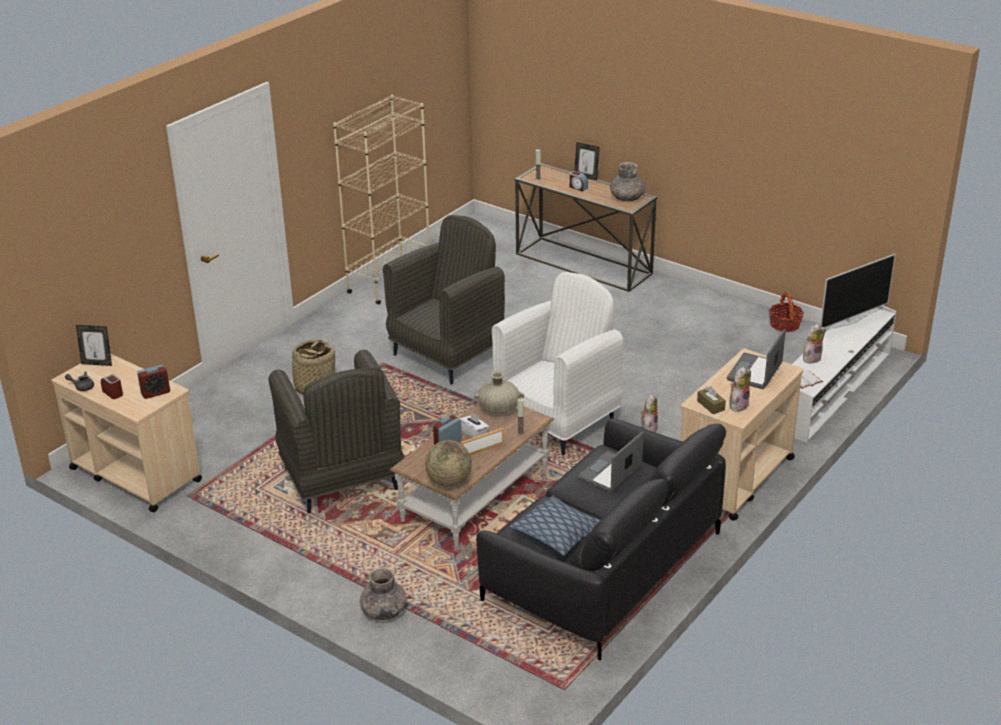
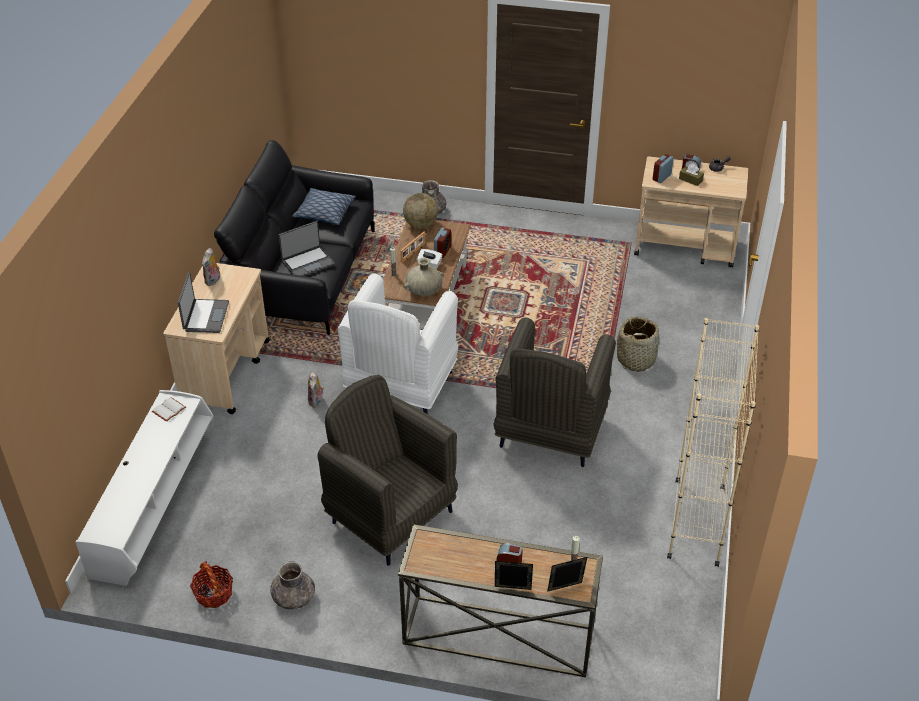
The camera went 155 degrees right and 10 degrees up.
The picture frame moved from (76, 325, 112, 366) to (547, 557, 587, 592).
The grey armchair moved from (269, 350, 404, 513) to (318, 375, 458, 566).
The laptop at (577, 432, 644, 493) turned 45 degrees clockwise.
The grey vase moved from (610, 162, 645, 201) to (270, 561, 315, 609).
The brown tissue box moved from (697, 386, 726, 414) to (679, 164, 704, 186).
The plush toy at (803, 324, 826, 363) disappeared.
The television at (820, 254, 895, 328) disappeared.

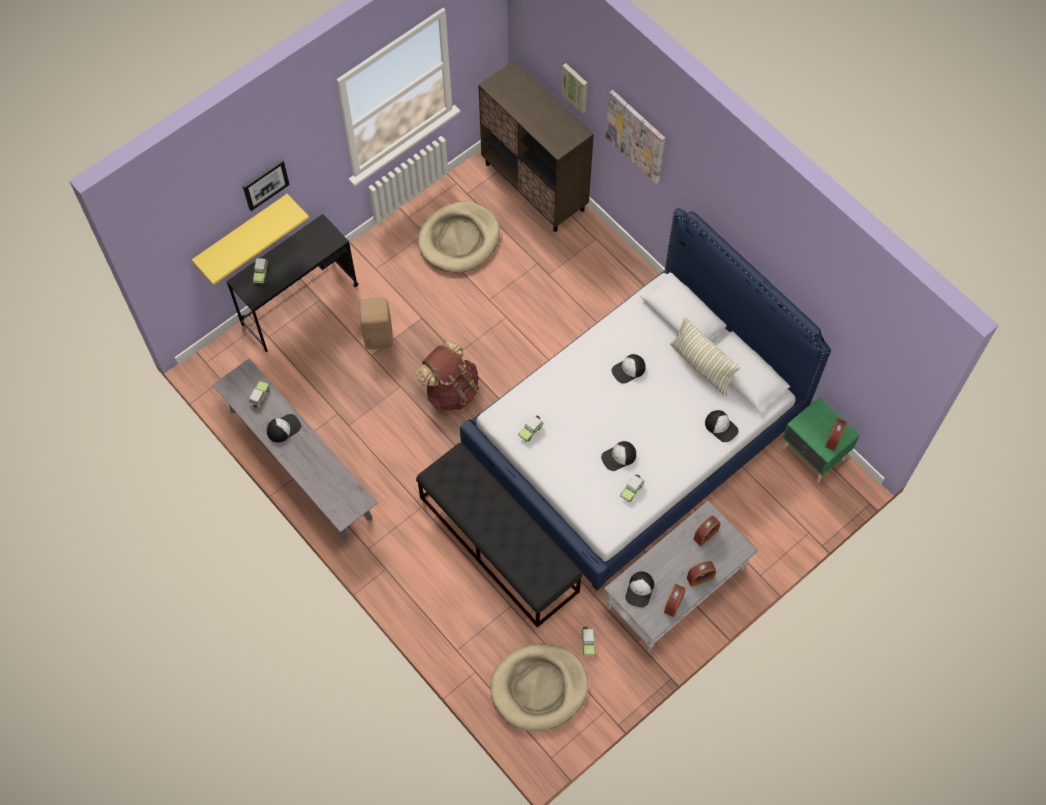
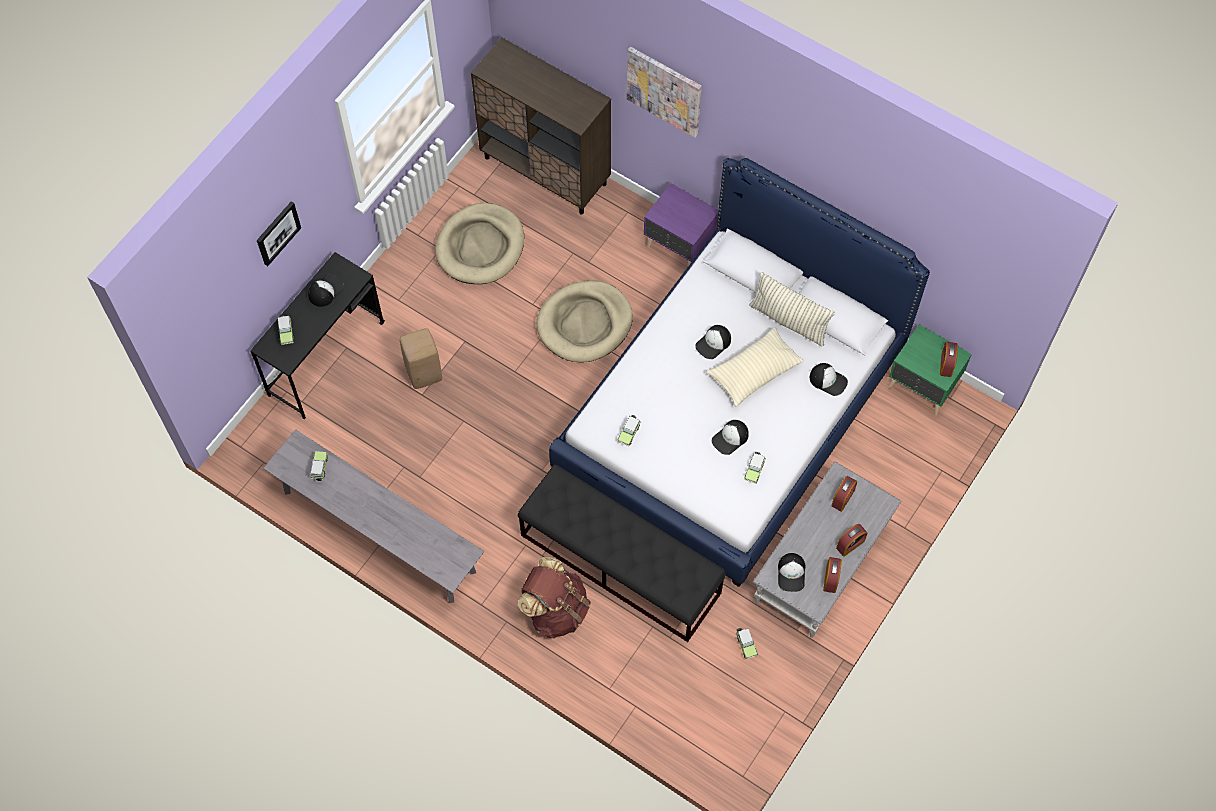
The camera went 15 degrees left and 0 degrees up.
The yellow shelf at (192, 194, 309, 285) disappeared.
The cap moved from (267, 414, 301, 443) to (308, 274, 344, 307).
The brown backpack moved from (416, 341, 479, 411) to (518, 557, 591, 639).
The beige dog bed moved from (490, 644, 588, 731) to (537, 281, 633, 362).
The picture at (561, 63, 587, 114) disappeared.
The purple nightstand at (644, 183, 718, 265) appeared.
The beige pillow at (706, 327, 804, 406) appeared.

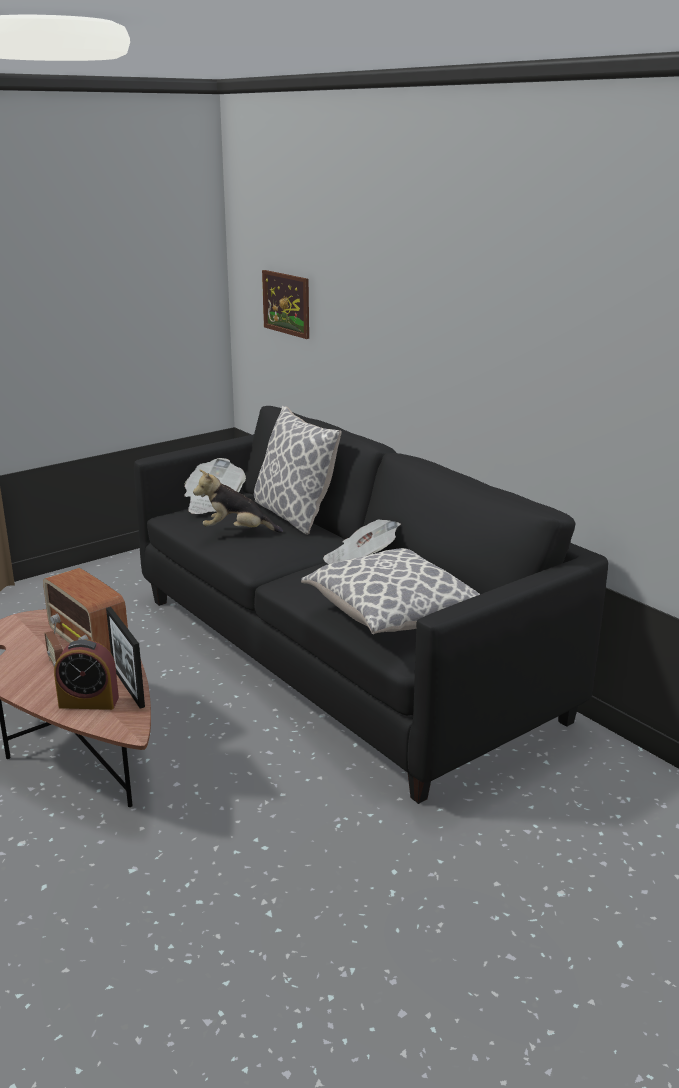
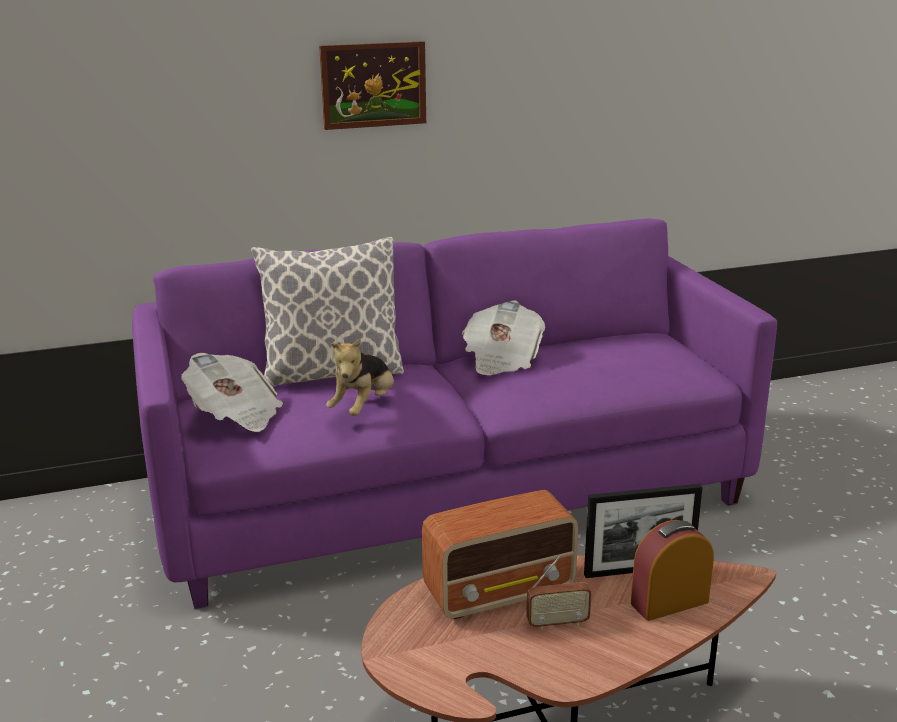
The camera went 70 degrees left and 0 degrees up.
The alarm clock at (54, 640, 119, 710) turned 135 degrees counterclockwise.
The black sofa at (134, 406, 608, 804) became the purple sofa at (132, 219, 777, 609).
The picture moved from (262, 270, 309, 339) to (319, 41, 426, 130).
The pillow at (301, 548, 480, 634) disappeared.

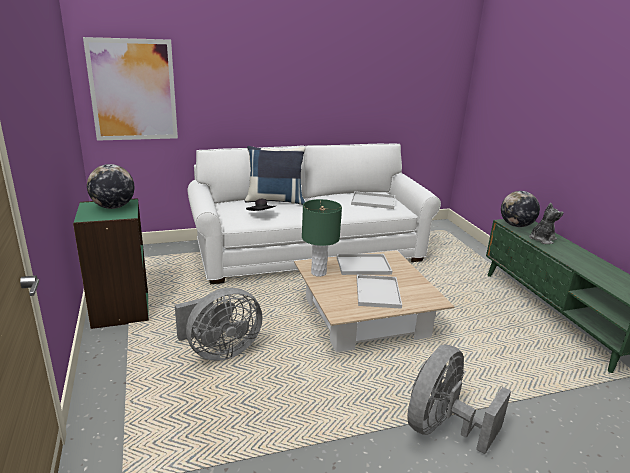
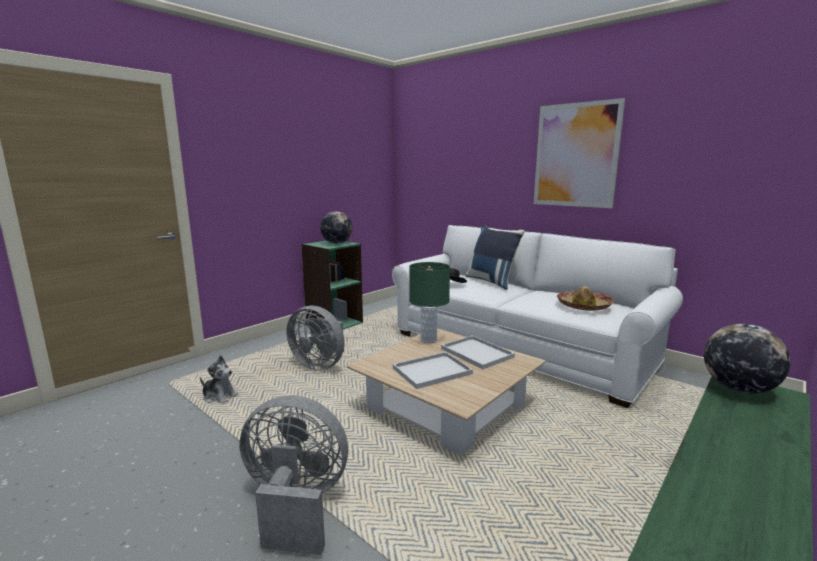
The camera went 60 degrees right and 10 degrees down.
The picture moved from (83, 37, 178, 141) to (534, 98, 625, 208).
The white tray at (351, 191, 395, 209) was replaced by the hat at (557, 286, 614, 311).
The plush toy moved from (529, 203, 564, 244) to (200, 355, 239, 404).

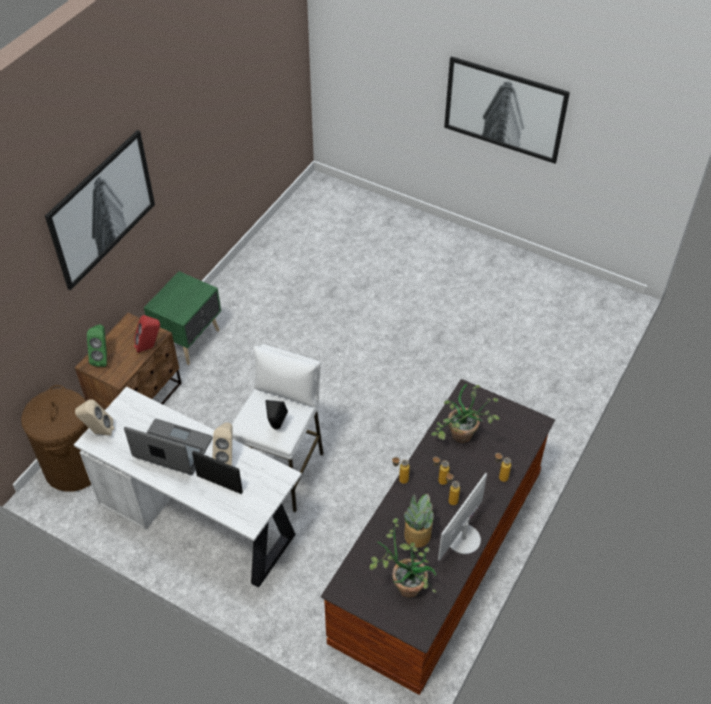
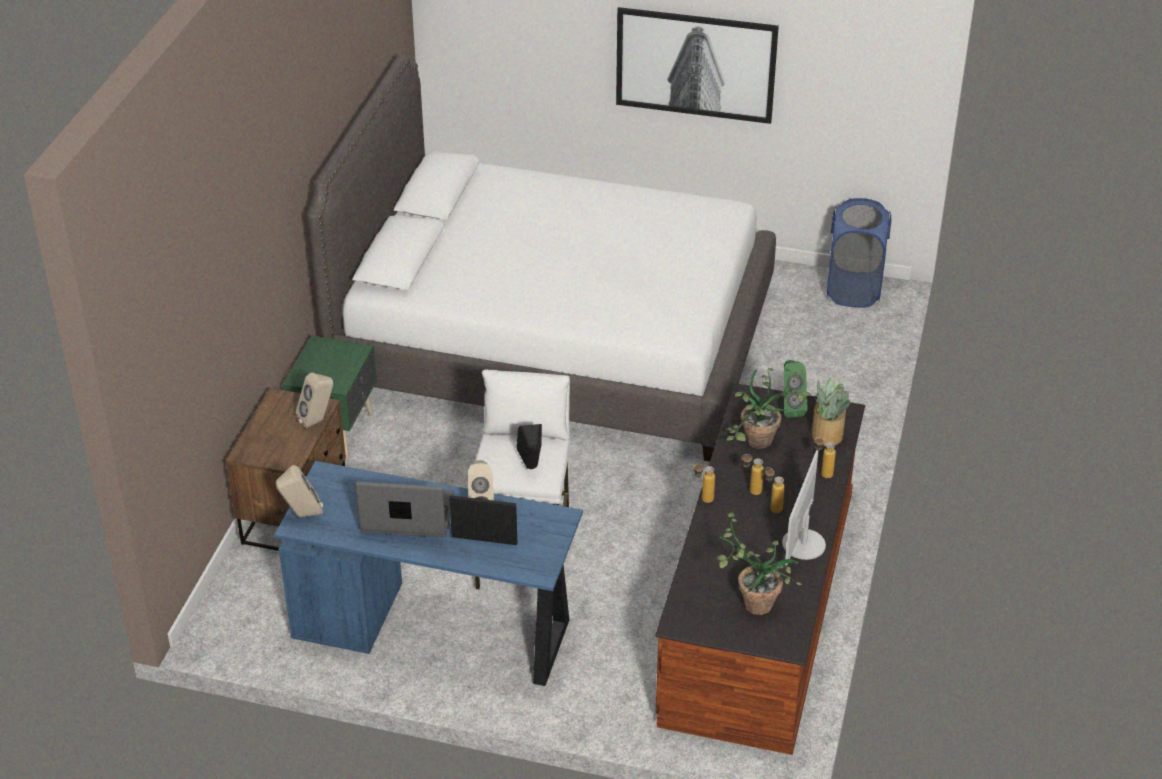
The camera went 15 degrees left and 10 degrees down.
The brown laundry basket at (21, 385, 91, 492) disappeared.
The picture at (45, 130, 155, 291) disappeared.
The white desk at (74, 387, 302, 588) became the blue desk at (274, 461, 583, 686).
The green speaker moved from (87, 325, 107, 367) to (784, 360, 808, 418).
The red speaker at (134, 315, 160, 353) became the beige speaker at (296, 373, 333, 428).
The potted plant moved from (404, 494, 434, 548) to (812, 377, 850, 446).
The white bed at (307, 54, 776, 462) appeared.
The blue laundry basket at (827, 198, 891, 308) appeared.

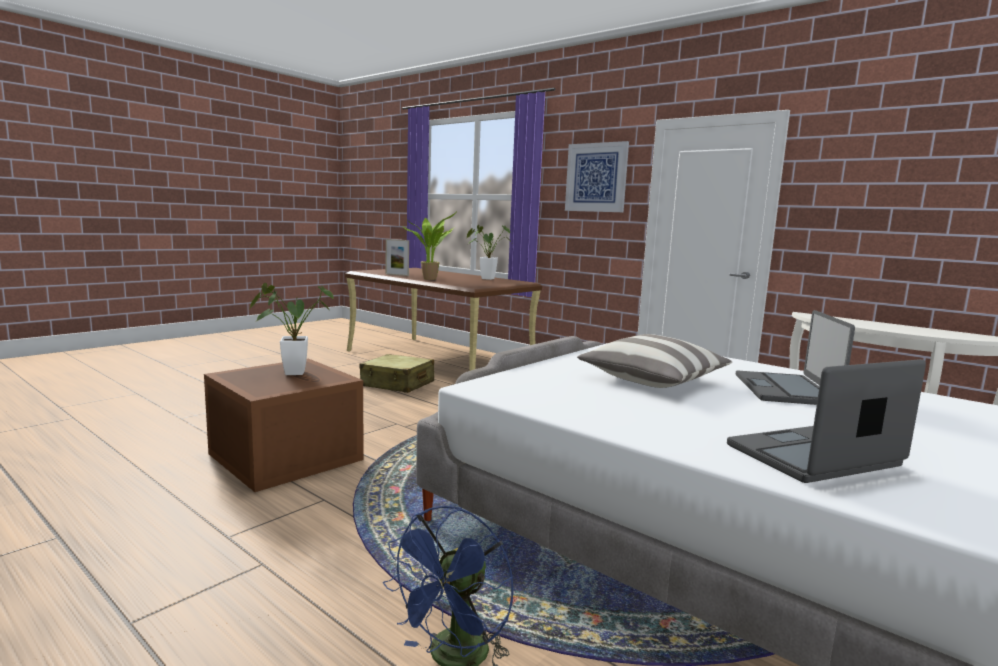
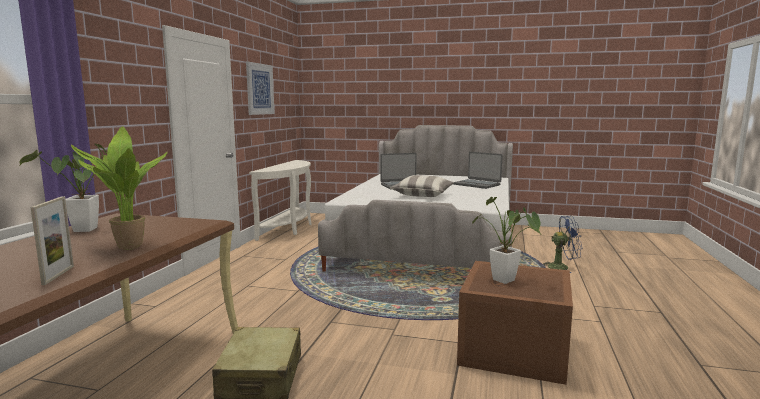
The camera went 115 degrees left and 0 degrees up.
The picture moved from (565, 141, 629, 212) to (246, 62, 275, 115).

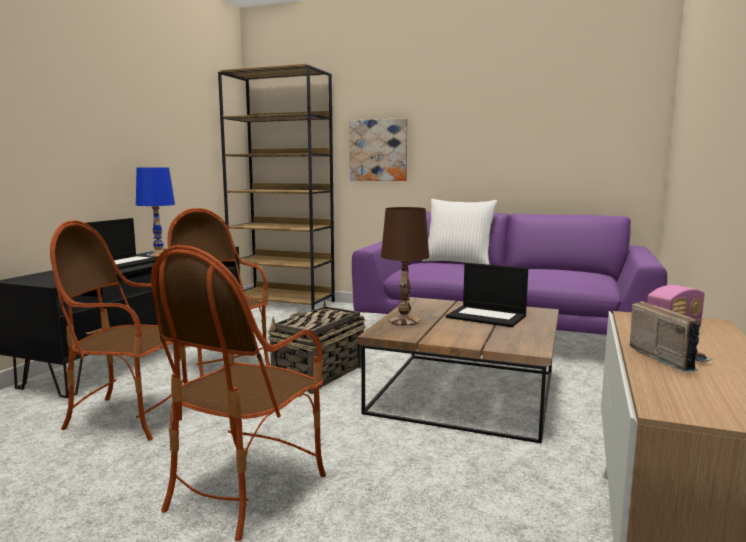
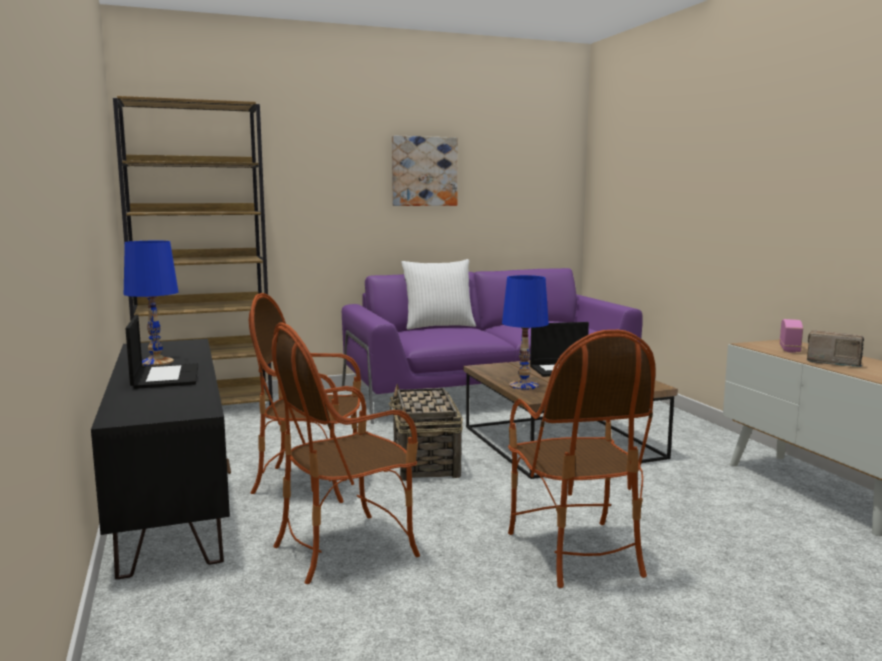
The camera went 40 degrees left and 0 degrees up.
The picture moved from (350, 118, 408, 181) to (392, 136, 458, 206).
The brown table lamp at (381, 207, 429, 326) became the blue table lamp at (502, 275, 549, 390).

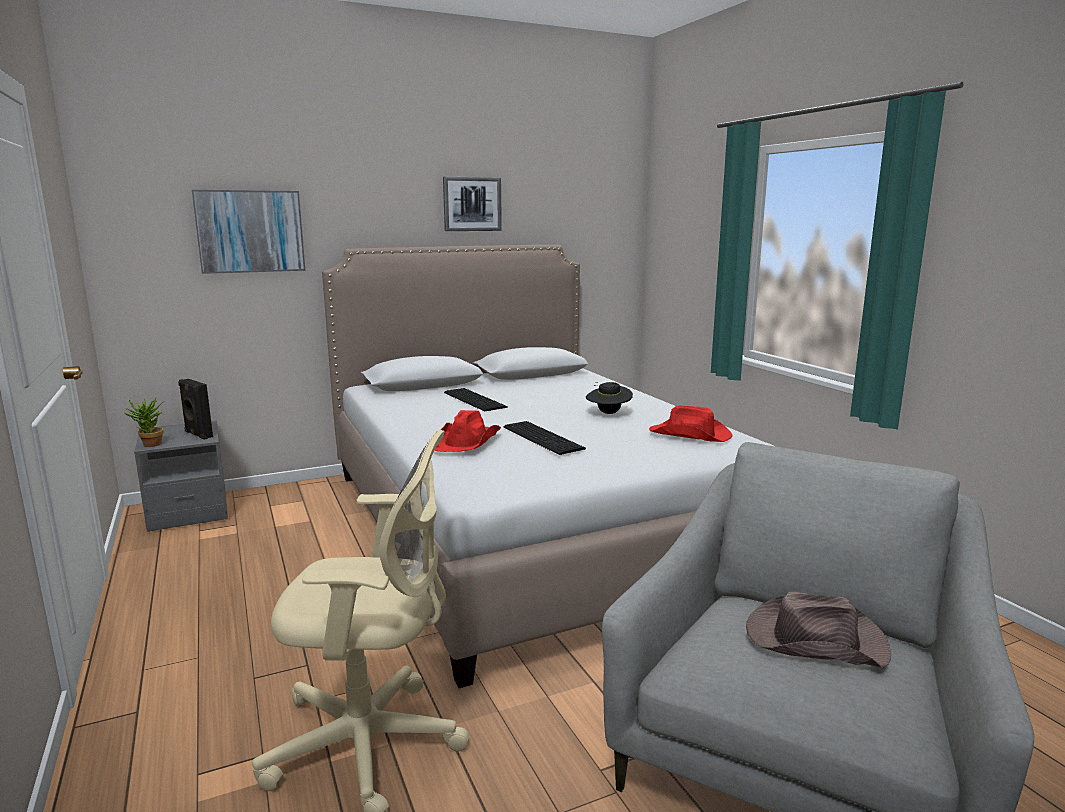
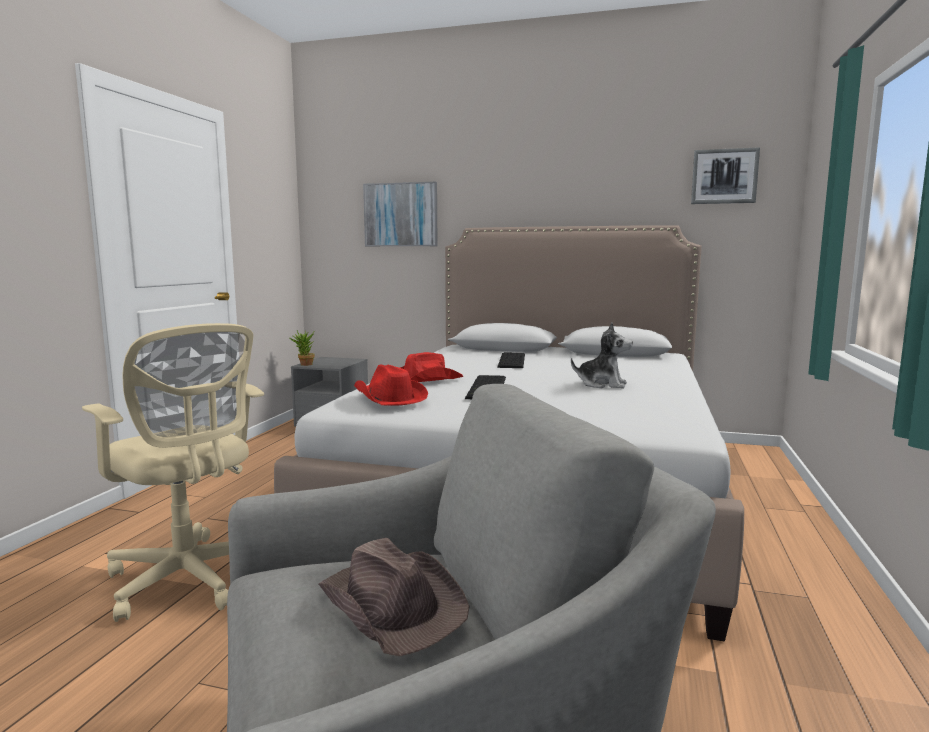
The camera went 40 degrees right and 5 degrees down.
The black speaker at (178, 379, 213, 440) disappeared.
The picture moved from (443, 177, 502, 231) to (691, 147, 760, 204).
The black hat at (586, 382, 633, 414) was replaced by the plush toy at (571, 323, 633, 389).
The red hat moved from (649, 406, 732, 442) to (354, 364, 428, 406).

